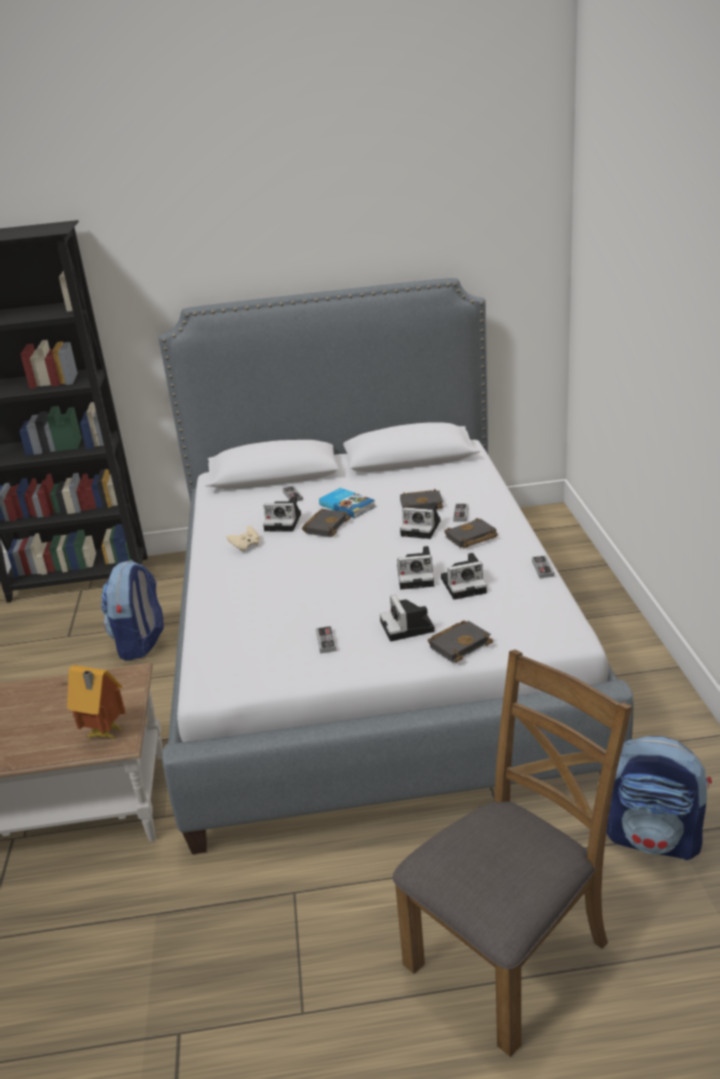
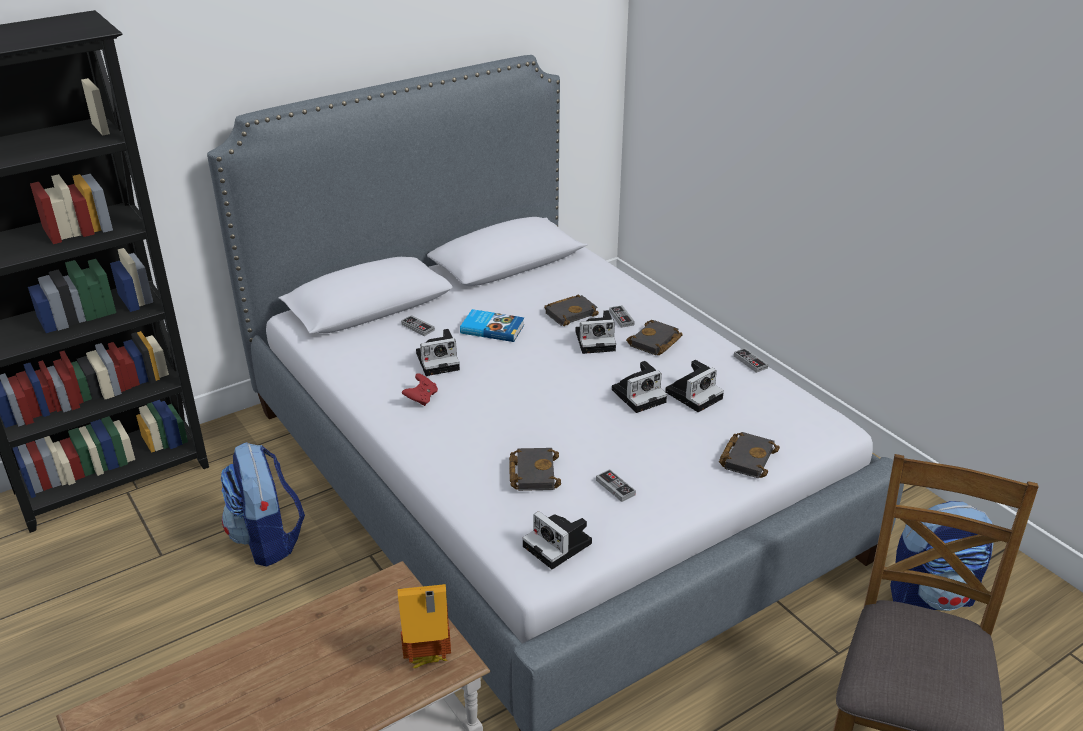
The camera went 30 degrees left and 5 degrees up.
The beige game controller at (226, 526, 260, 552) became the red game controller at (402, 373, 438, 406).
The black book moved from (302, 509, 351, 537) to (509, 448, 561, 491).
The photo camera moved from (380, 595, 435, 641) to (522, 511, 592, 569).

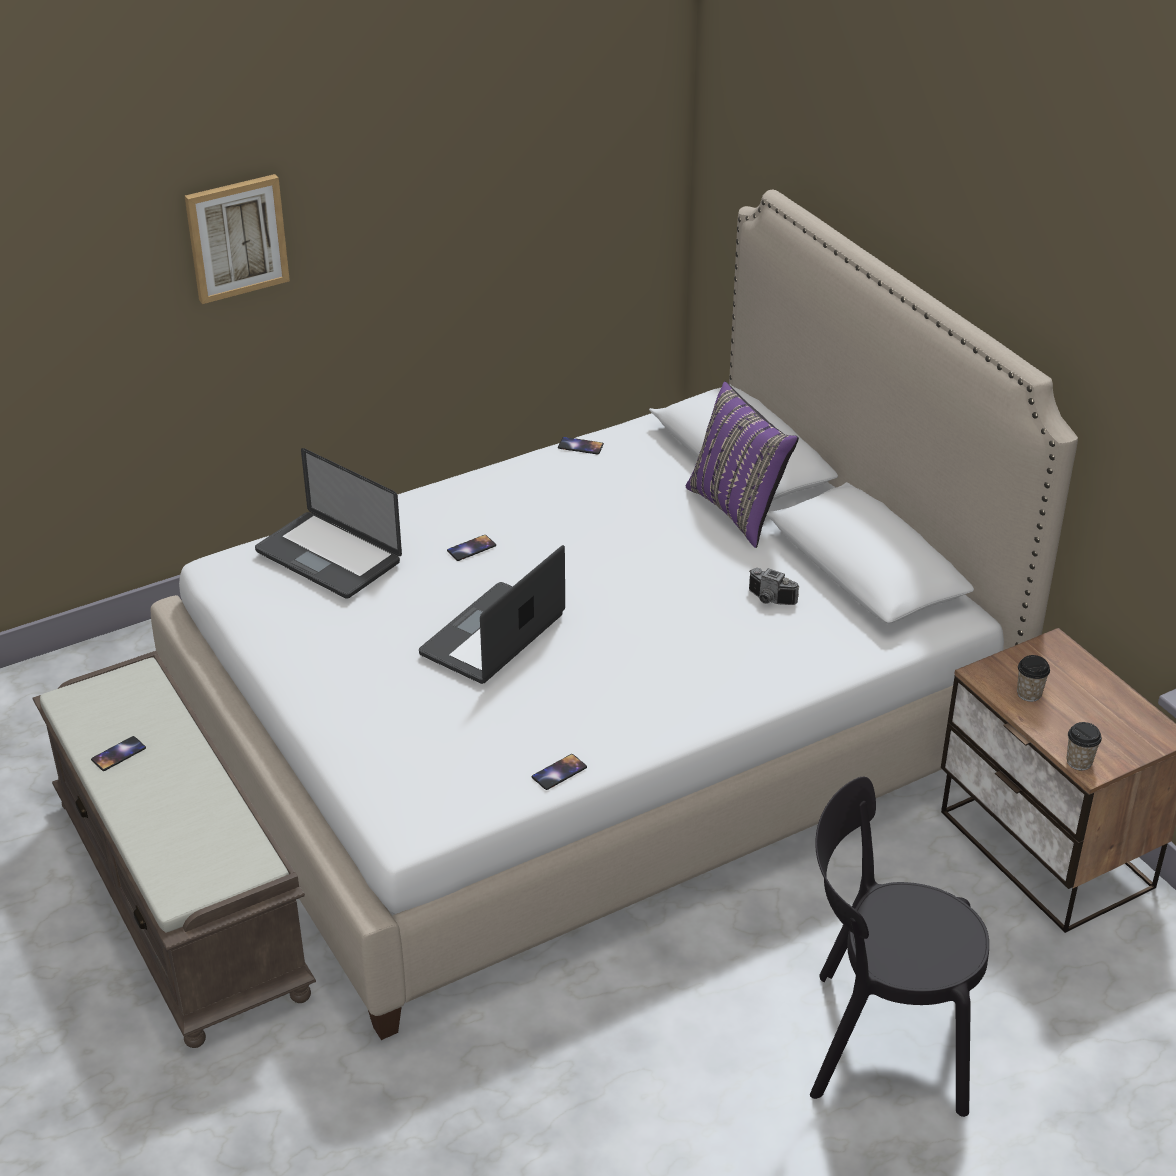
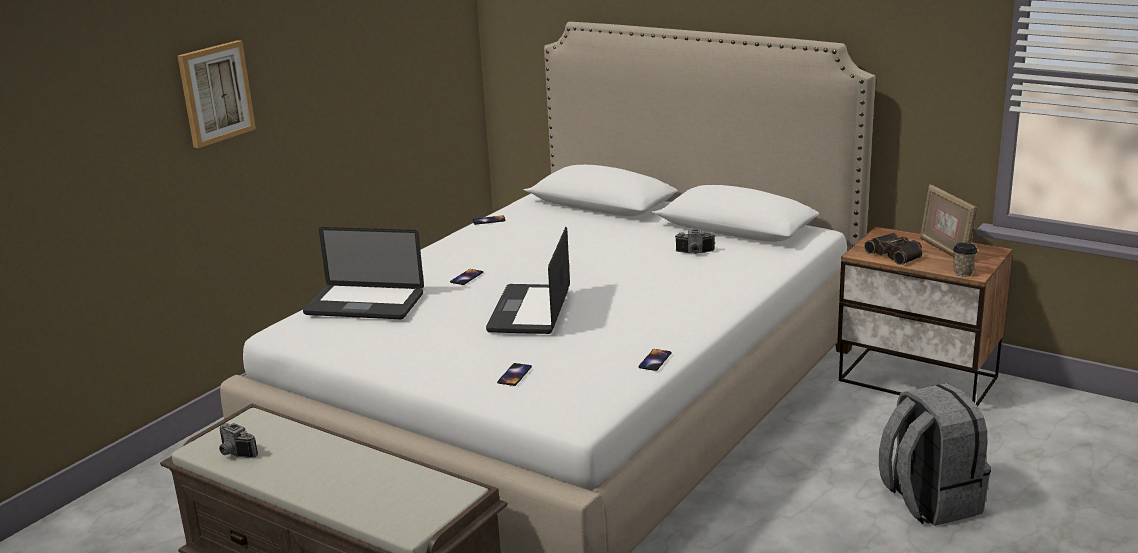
The camera went 25 degrees left and 15 degrees down.
The phone moved from (91, 736, 146, 771) to (497, 363, 532, 386).
The purple pillow at (686, 382, 799, 548) disappeared.
The black chair at (810, 777, 989, 1117) was replaced by the grey backpack at (879, 383, 991, 526).
The cup at (1017, 655, 1050, 702) was replaced by the binoculars at (864, 233, 923, 265).
The photo camera at (219, 423, 258, 458) appeared.
The picture frame at (920, 185, 977, 257) appeared.

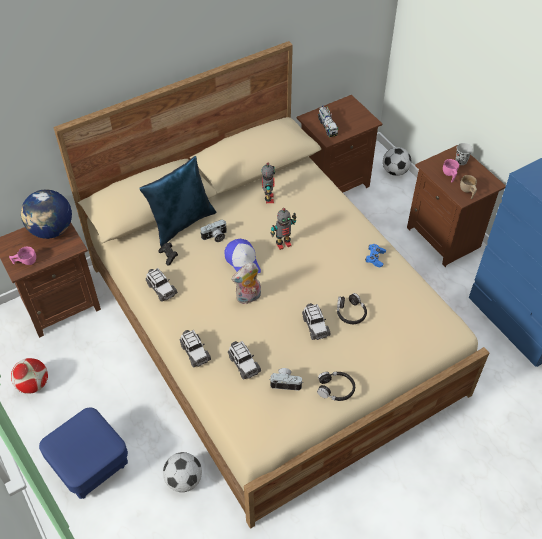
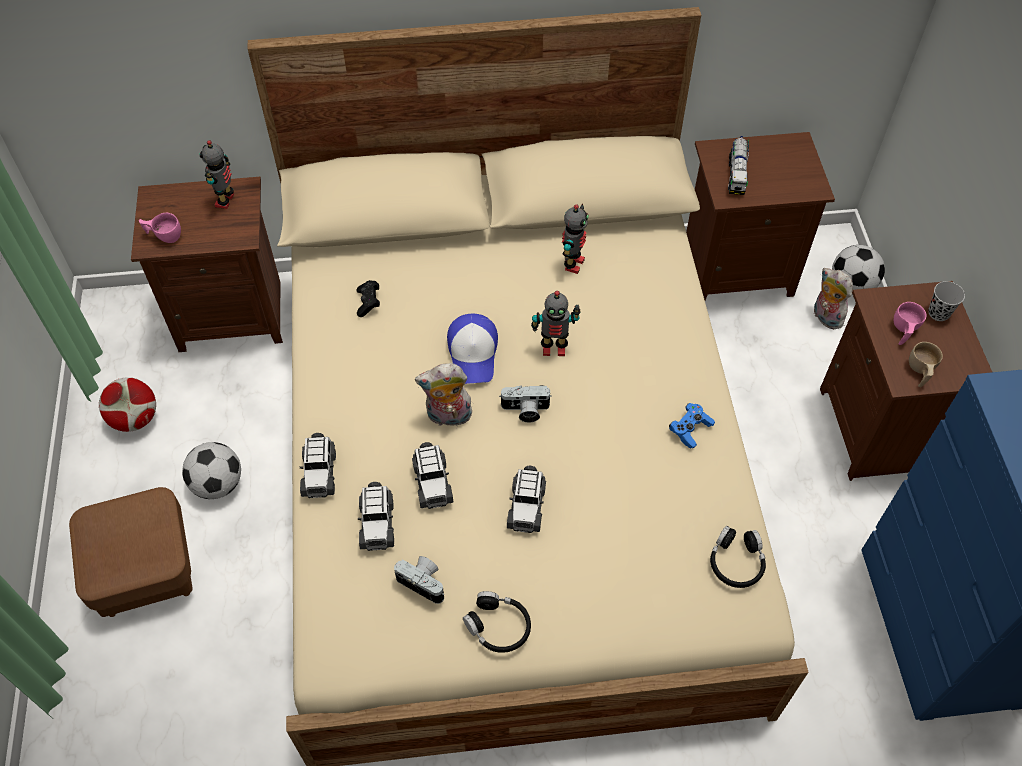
The camera went 25 degrees right and 5 degrees up.
The globe at (21, 189, 72, 239) was replaced by the toy robot at (199, 140, 234, 209).
The blue ottoman at (39, 407, 128, 499) became the brown ottoman at (69, 487, 193, 617).
The blue pillow at (139, 156, 217, 247) disappeared.
The toy car moved from (146, 268, 178, 302) to (412, 442, 454, 509).
The football moved from (163, 452, 202, 492) to (182, 442, 241, 499).
The photo camera moved from (200, 219, 227, 242) to (499, 385, 552, 423).
The black headphones moved from (337, 293, 367, 324) to (710, 526, 766, 588).
The plush toy at (814, 268, 853, 329) appeared.

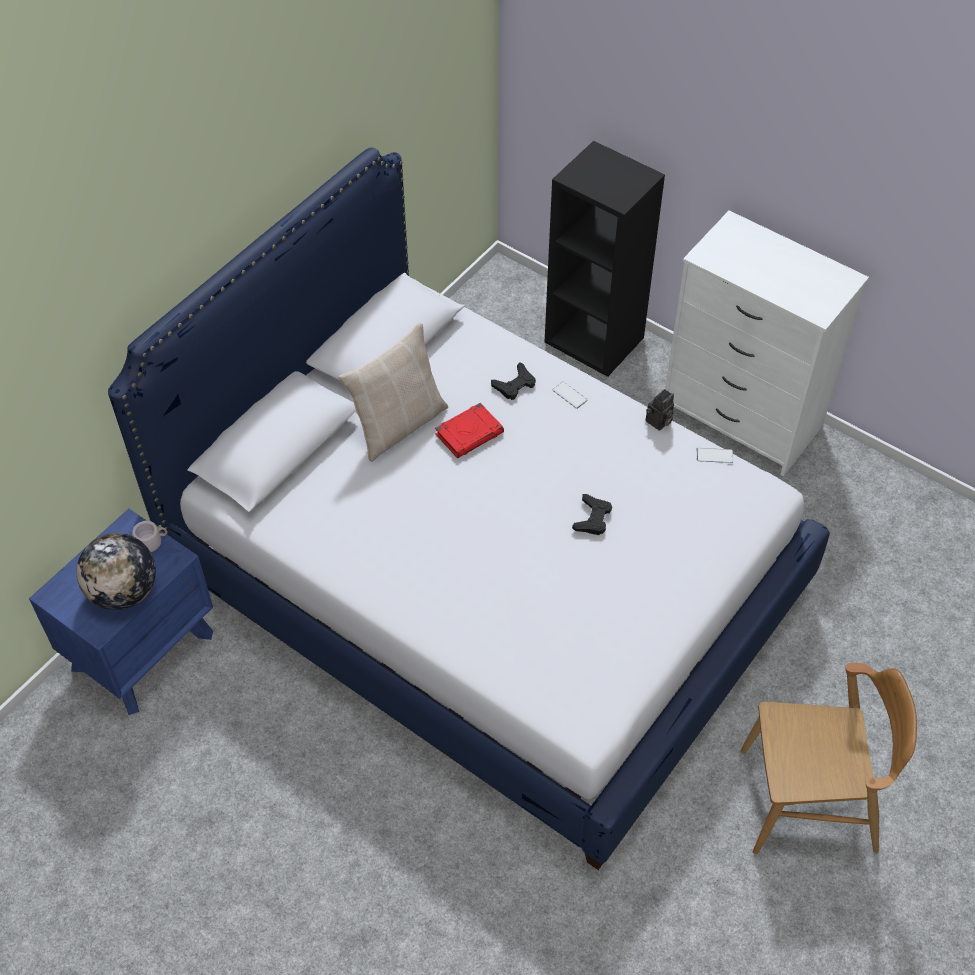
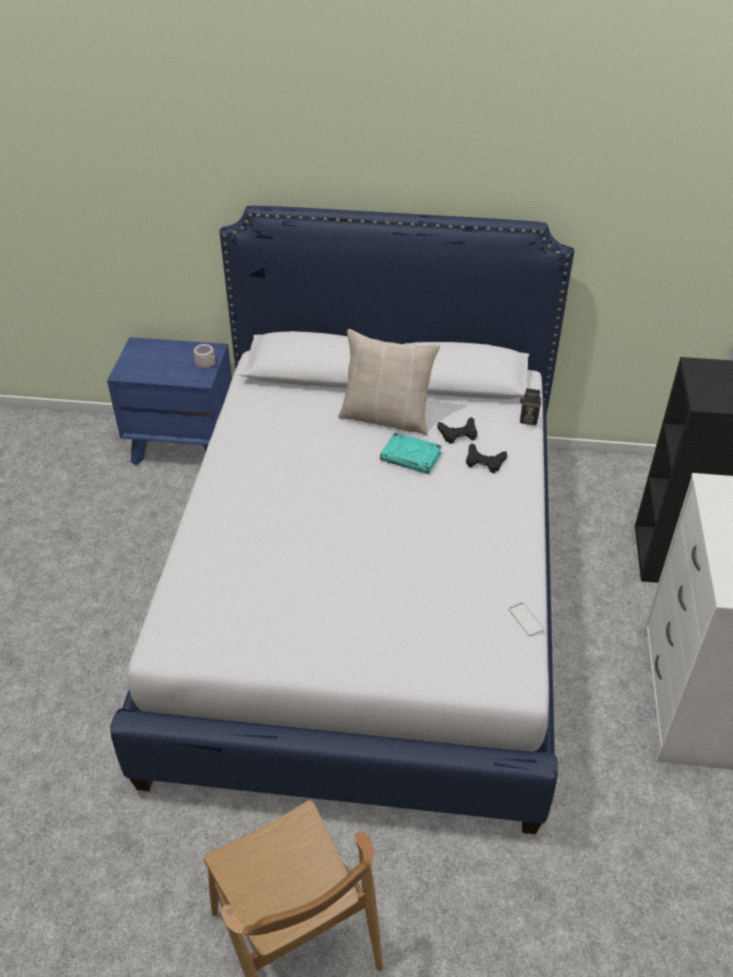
The camera went 60 degrees right and 10 degrees down.
The globe at (77, 533, 156, 610) disappeared.
The red book at (435, 403, 504, 458) became the turquoise book at (380, 432, 442, 474).
The phone at (552, 382, 588, 409) disappeared.
The black game controller moved from (572, 494, 612, 535) to (437, 417, 477, 444).
The photo camera moved from (646, 389, 674, 431) to (520, 388, 541, 426).

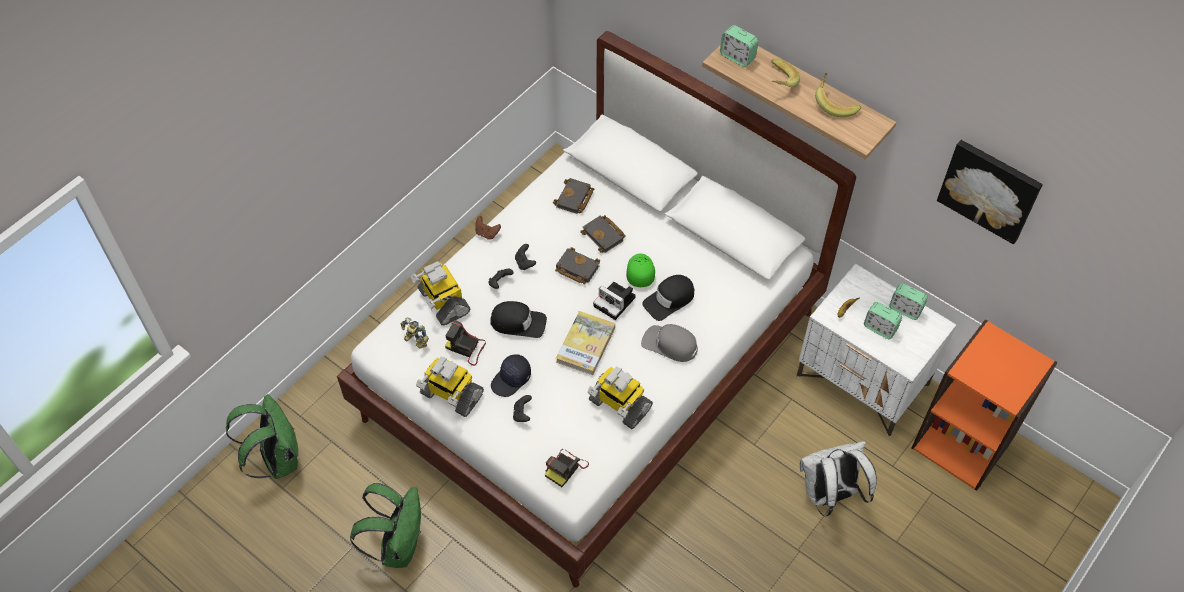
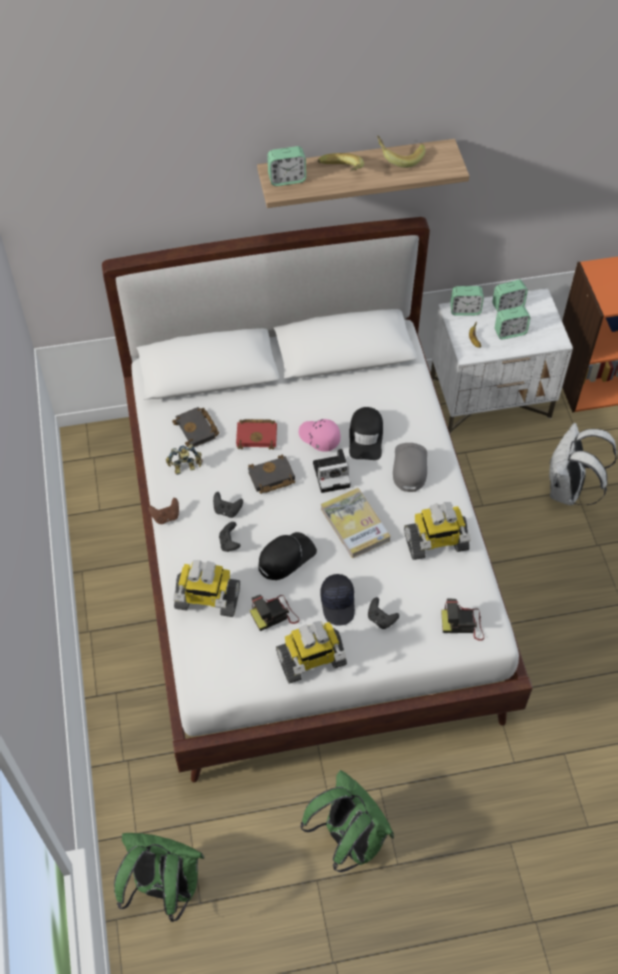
The camera went 50 degrees left and 0 degrees up.
The toy robot moved from (401, 318, 429, 349) to (166, 444, 203, 475).
The photo camera at (545, 449, 589, 487) turned 105 degrees clockwise.
The black book at (580, 215, 626, 253) became the red book at (236, 419, 277, 450).
The green cap at (626, 254, 655, 287) became the pink cap at (299, 419, 340, 452).
The grey cap at (641, 324, 698, 362) turned 120 degrees clockwise.
The picture at (937, 140, 1043, 244) disappeared.
The alarm clock at (450, 286, 484, 316) appeared.

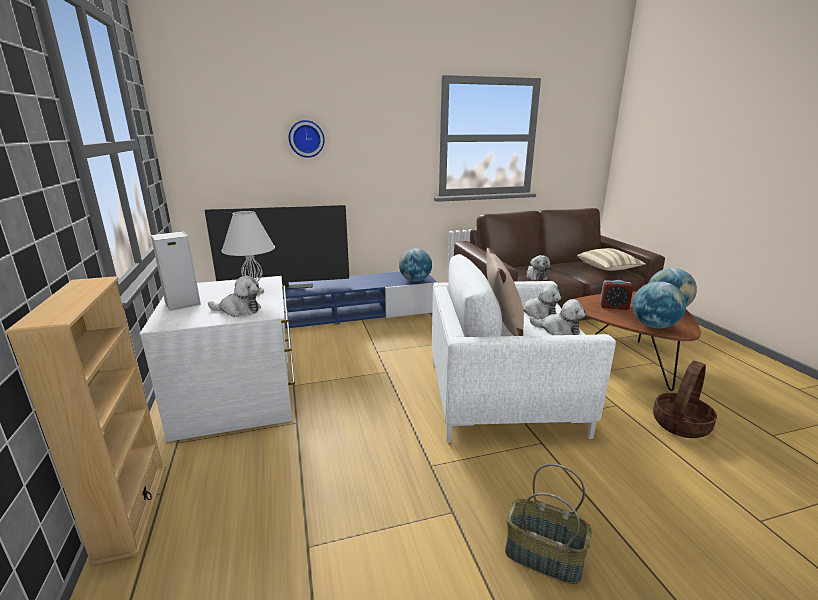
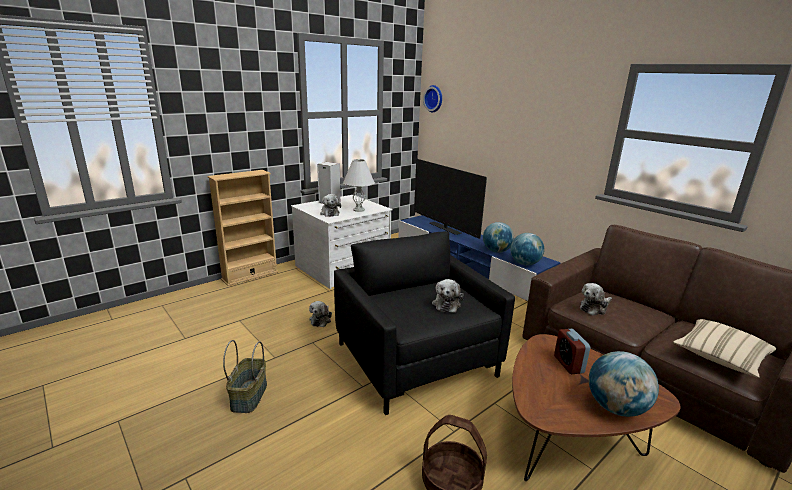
The camera went 65 degrees right and 0 degrees up.
The wall clock moved from (289, 120, 325, 158) to (423, 85, 442, 112).
The white armchair at (432, 254, 616, 442) became the black armchair at (334, 231, 515, 415).
The beige pillow at (486, 248, 524, 336) disappeared.
The plush toy moved from (530, 299, 586, 335) to (309, 301, 332, 327).
The globe moved from (632, 281, 686, 328) to (483, 222, 514, 253).

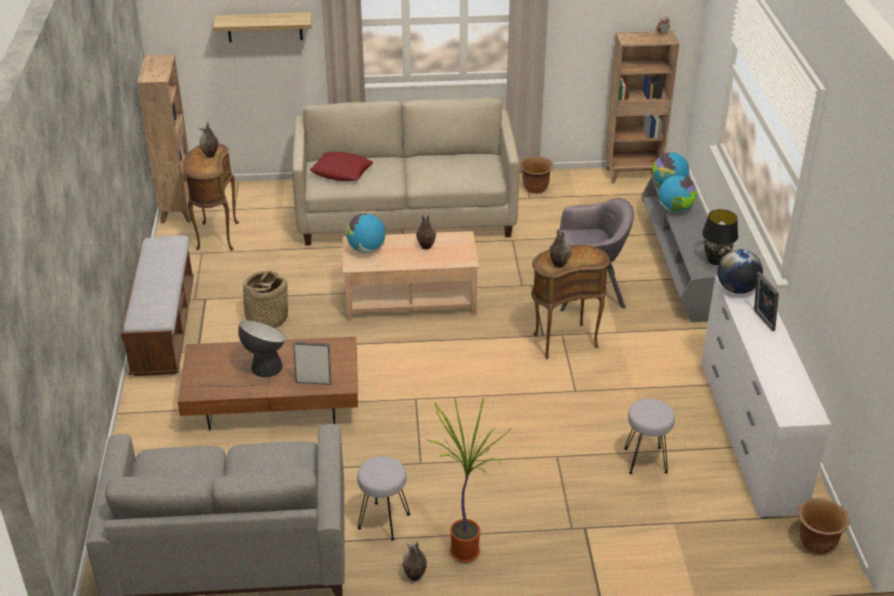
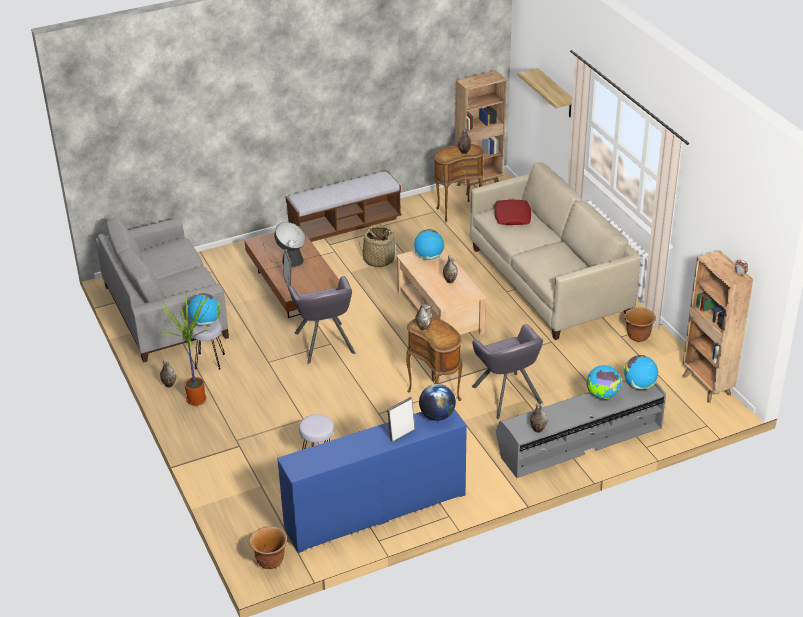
The camera went 70 degrees right and 0 degrees up.
The white dresser at (701, 276, 831, 518) became the blue dresser at (277, 409, 467, 553).
The black table lamp at (702, 209, 738, 265) was replaced by the vase at (530, 403, 548, 433).
The globe at (188, 293, 220, 326) appeared.
The grey armchair at (288, 276, 356, 364) appeared.

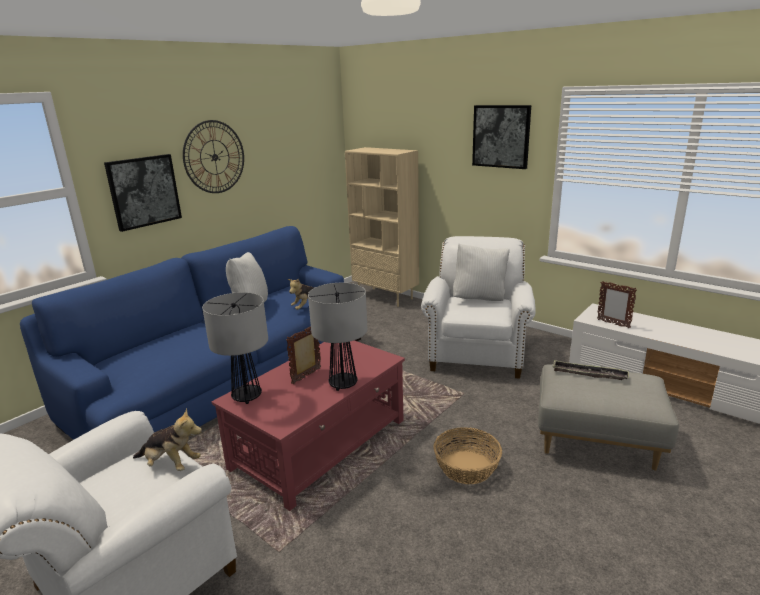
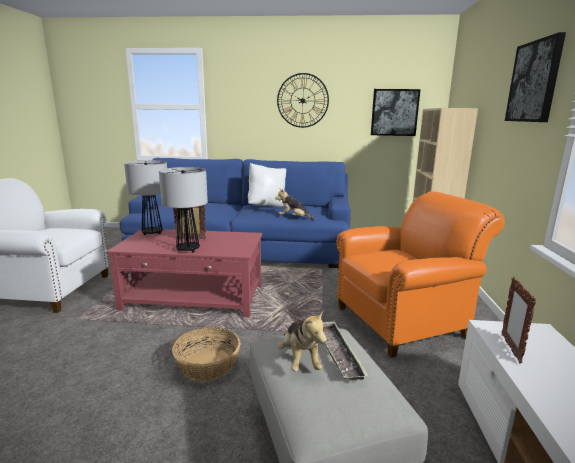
The camera went 55 degrees right and 5 degrees down.
The picture moved from (104, 154, 182, 232) to (371, 89, 421, 136).
The plush toy moved from (133, 408, 202, 471) to (277, 311, 327, 371).
The white armchair at (421, 236, 536, 379) became the orange armchair at (336, 191, 505, 358).
The white pillow at (453, 244, 510, 301) disappeared.

